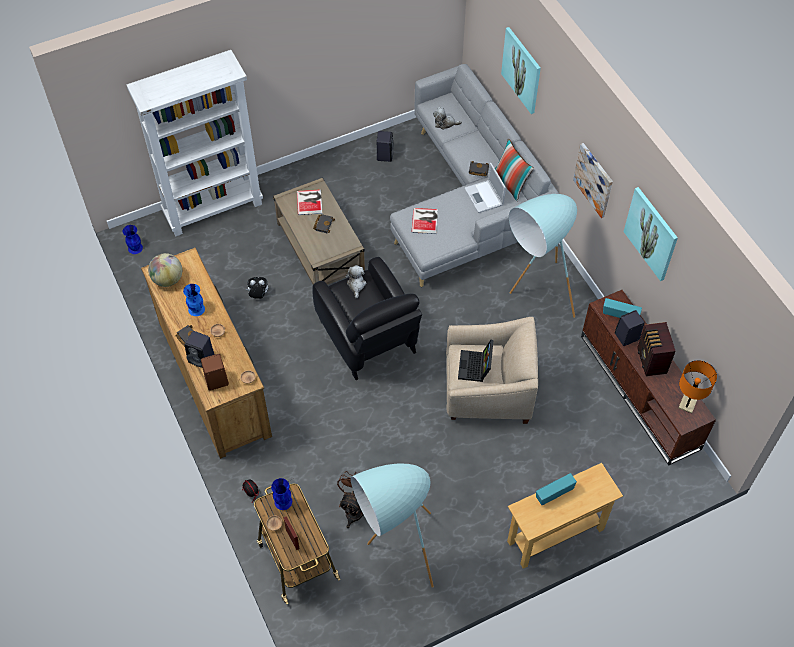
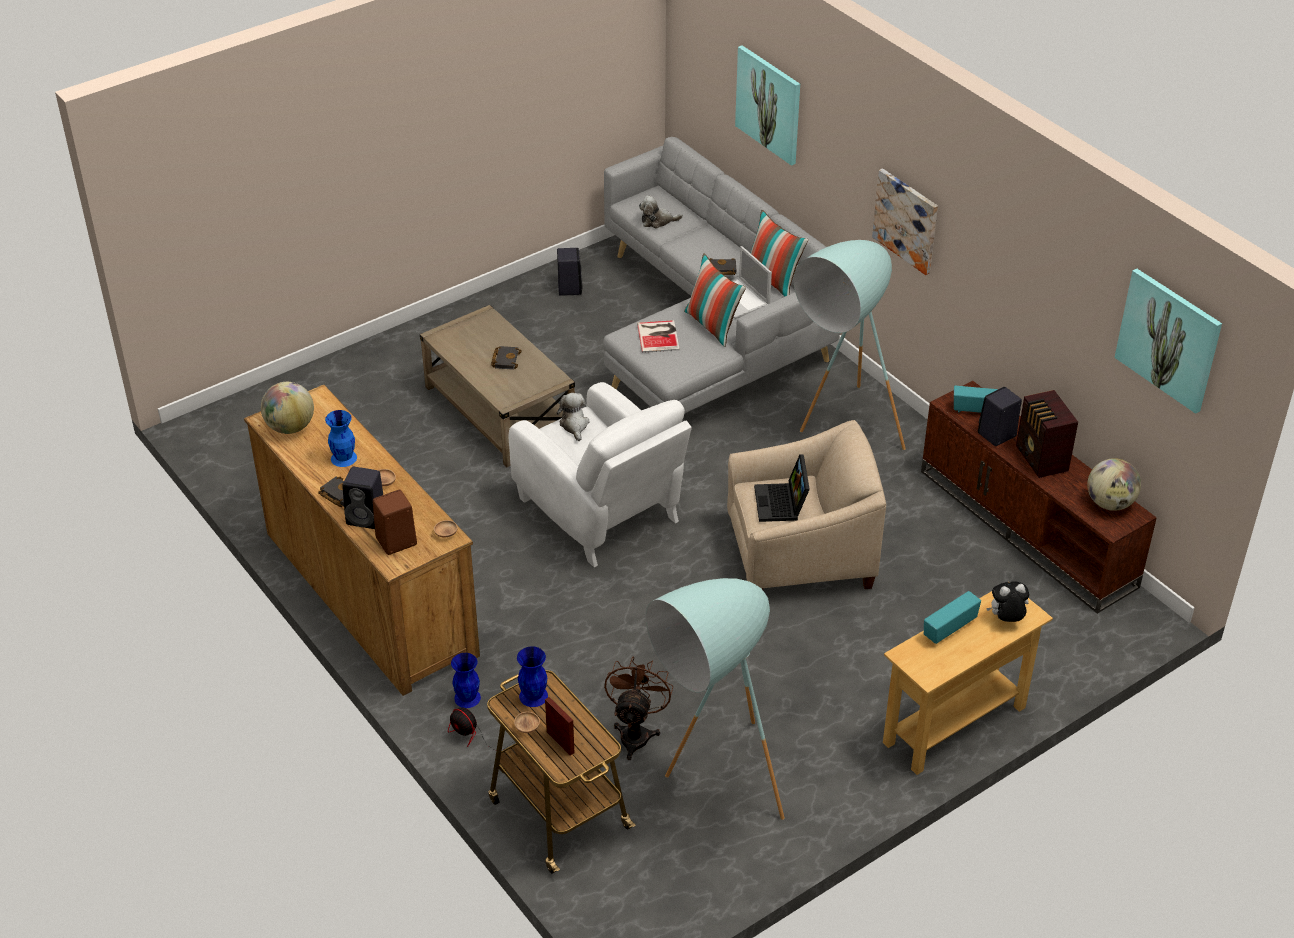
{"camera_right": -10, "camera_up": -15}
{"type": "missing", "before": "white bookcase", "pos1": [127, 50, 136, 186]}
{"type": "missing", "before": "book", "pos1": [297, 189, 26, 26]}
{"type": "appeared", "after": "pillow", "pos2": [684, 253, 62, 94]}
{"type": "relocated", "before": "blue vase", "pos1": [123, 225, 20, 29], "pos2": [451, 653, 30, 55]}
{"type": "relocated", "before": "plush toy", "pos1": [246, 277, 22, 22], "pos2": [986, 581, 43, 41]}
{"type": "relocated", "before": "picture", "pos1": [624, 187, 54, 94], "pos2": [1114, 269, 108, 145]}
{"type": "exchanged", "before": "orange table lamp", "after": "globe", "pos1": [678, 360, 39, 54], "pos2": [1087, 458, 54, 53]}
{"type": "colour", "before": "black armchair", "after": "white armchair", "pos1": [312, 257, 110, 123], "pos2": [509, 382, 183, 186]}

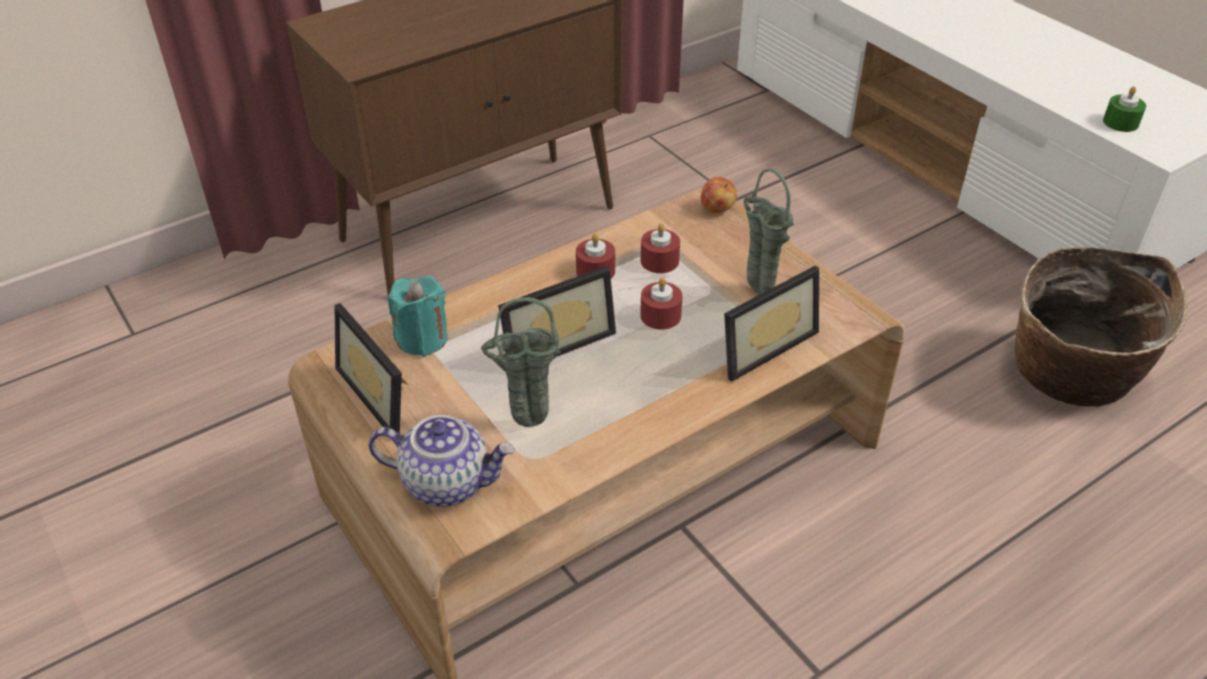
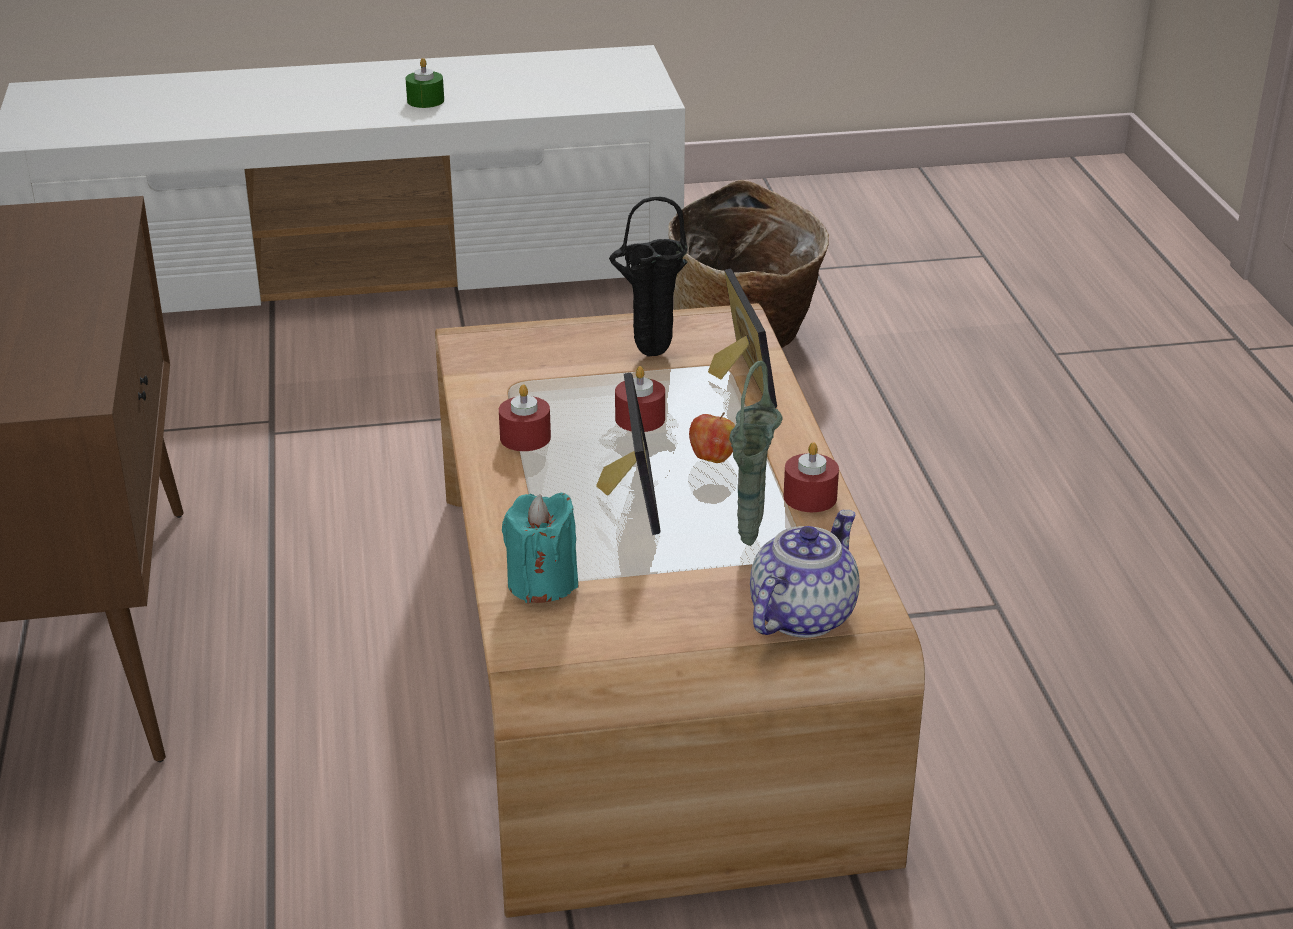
{"camera_right": -65, "camera_up": -10}
{"type": "missing", "before": "picture frame", "pos1": [335, 303, 73, 130]}
{"type": "relocated", "before": "red candle", "pos1": [641, 223, 39, 50], "pos2": [783, 442, 56, 70]}
{"type": "relocated", "before": "apple", "pos1": [701, 177, 36, 36], "pos2": [689, 412, 47, 51]}
{"type": "relocated", "before": "green candle", "pos1": [1103, 86, 43, 46], "pos2": [406, 58, 38, 50]}
{"type": "colour", "before": "green vase", "after": "black vase", "pos1": [744, 168, 50, 127], "pos2": [609, 197, 79, 160]}

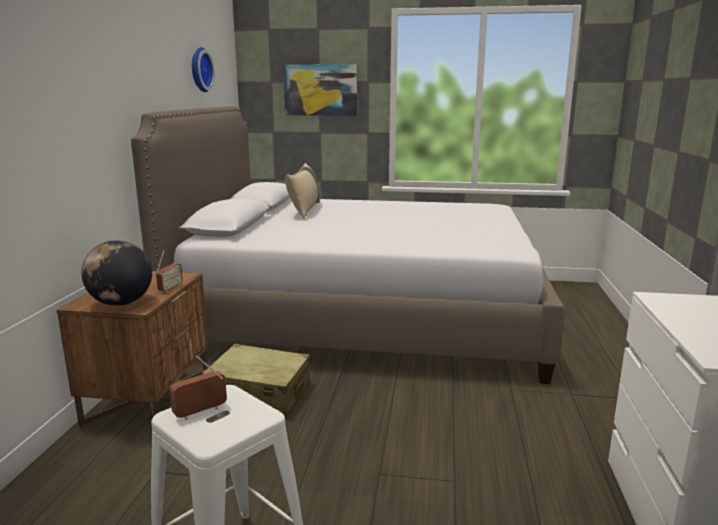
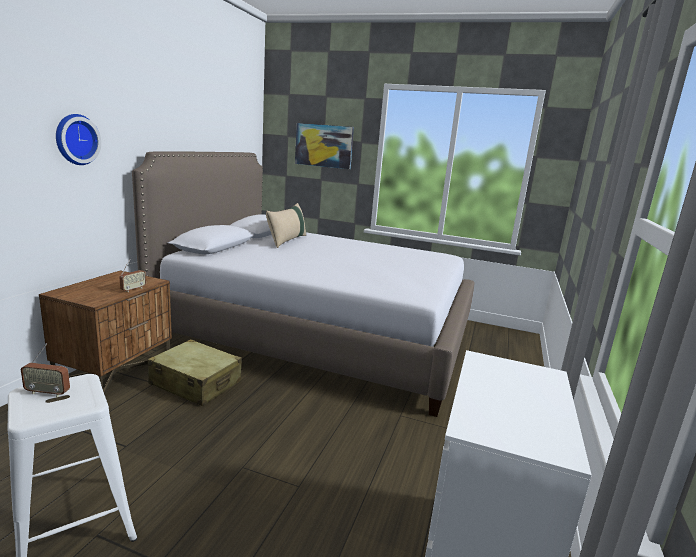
{"camera_right": 10, "camera_up": 0}
{"type": "missing", "before": "globe", "pos1": [81, 240, 71, 66]}
{"type": "relocated", "before": "wall clock", "pos1": [192, 47, 23, 45], "pos2": [56, 114, 45, 51]}
{"type": "spun", "before": "radio", "pos1": [169, 356, 58, 64], "pos2": [21, 343, 49, 54], "turn": -150}

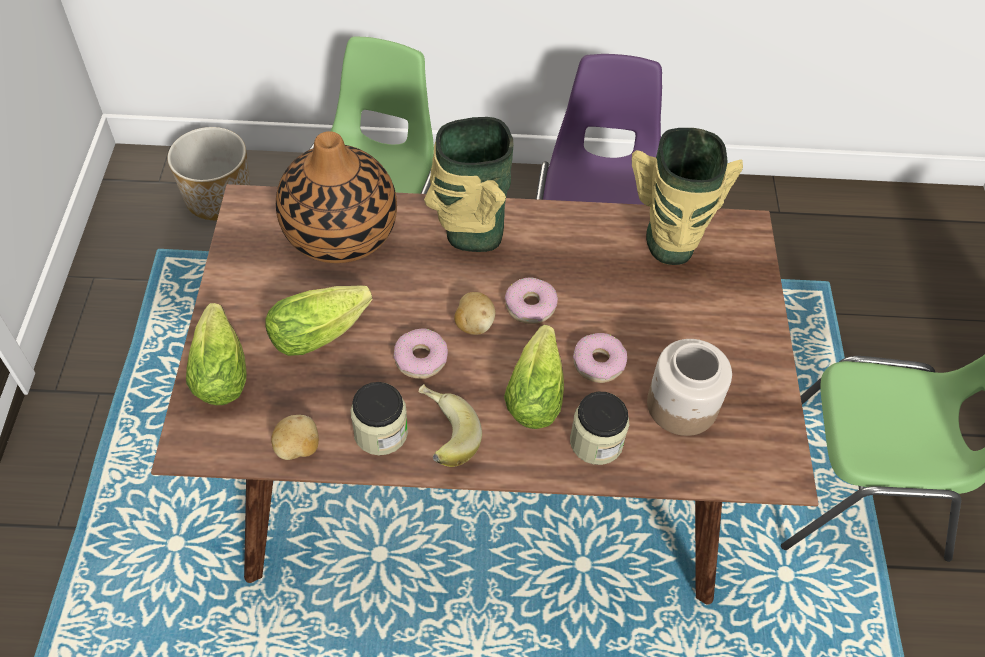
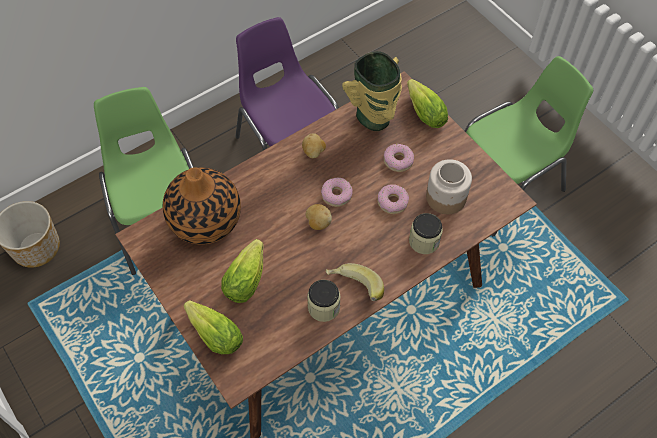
{"camera_right": -35, "camera_up": 5}
{"type": "missing", "before": "vase", "pos1": [424, 117, 89, 135]}
{"type": "relocated", "before": "potato", "pos1": [271, 415, 48, 45], "pos2": [302, 133, 24, 25]}
{"type": "relocated", "before": "donut", "pos1": [394, 328, 54, 51], "pos2": [384, 144, 30, 28]}
{"type": "relocated", "before": "lettuce", "pos1": [504, 325, 60, 104], "pos2": [407, 79, 41, 49]}

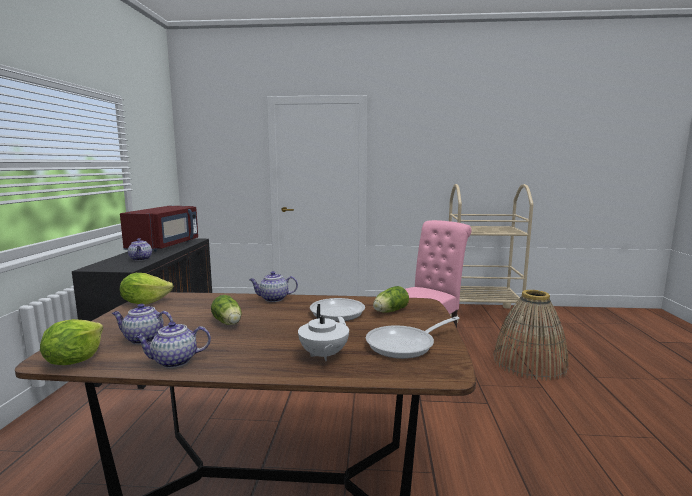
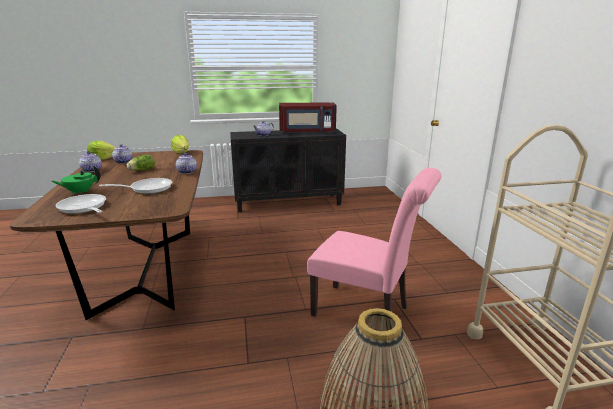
{"camera_right": 75, "camera_up": 10}
{"type": "missing", "before": "lettuce", "pos1": [373, 286, 36, 27]}
{"type": "colour", "before": "white teapot", "after": "green teapot", "pos1": [298, 304, 51, 57], "pos2": [51, 166, 49, 28]}

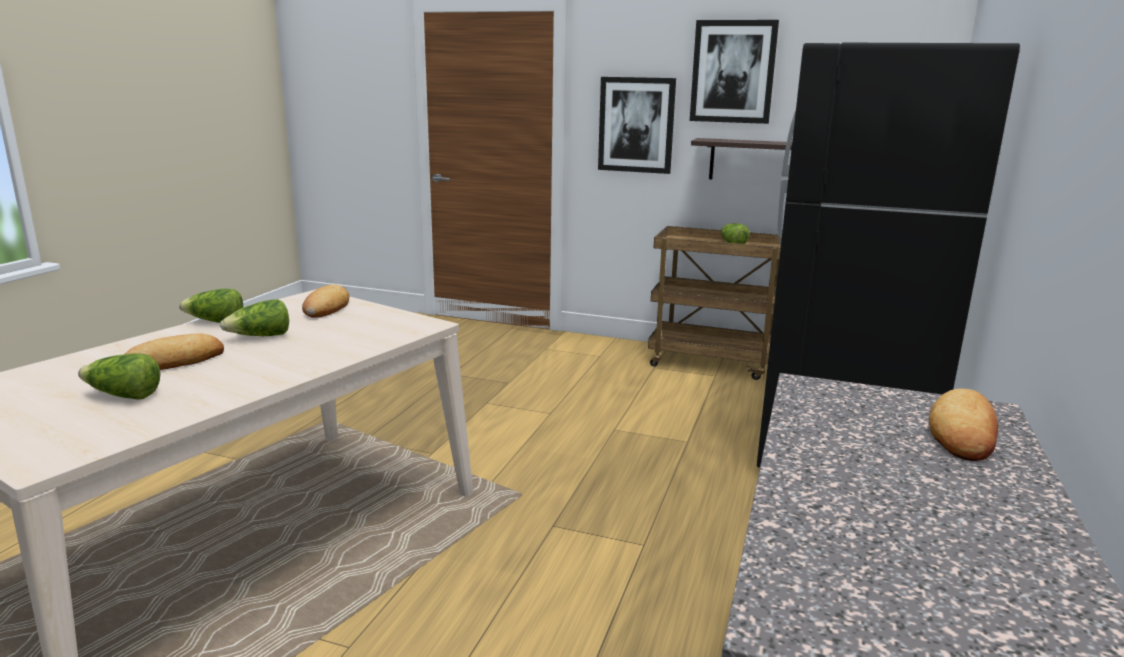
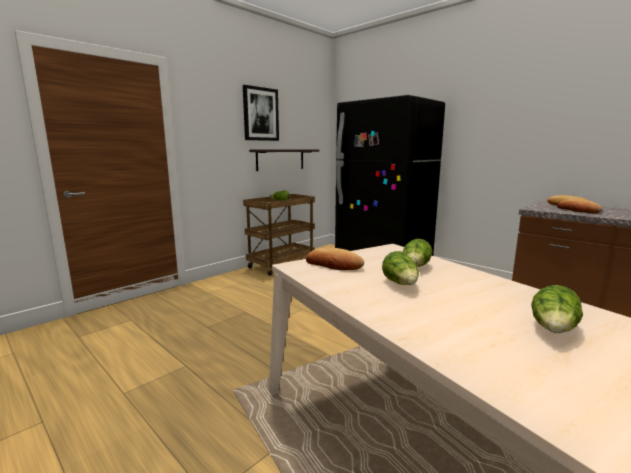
{"camera_right": -65, "camera_up": -5}
{"type": "missing", "before": "picture", "pos1": [598, 77, 78, 97]}
{"type": "relocated", "before": "bread", "pos1": [125, 333, 99, 37], "pos2": [557, 199, 45, 14]}
{"type": "relocated", "before": "lettuce", "pos1": [179, 289, 64, 34], "pos2": [403, 239, 29, 28]}

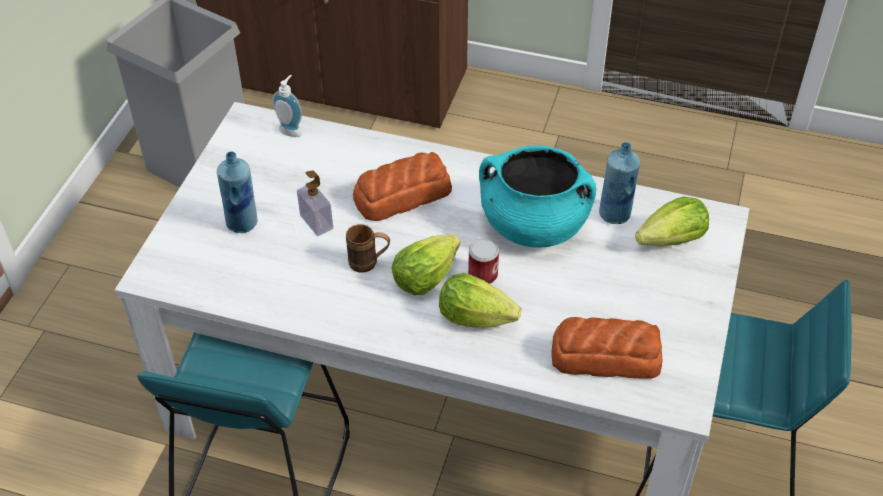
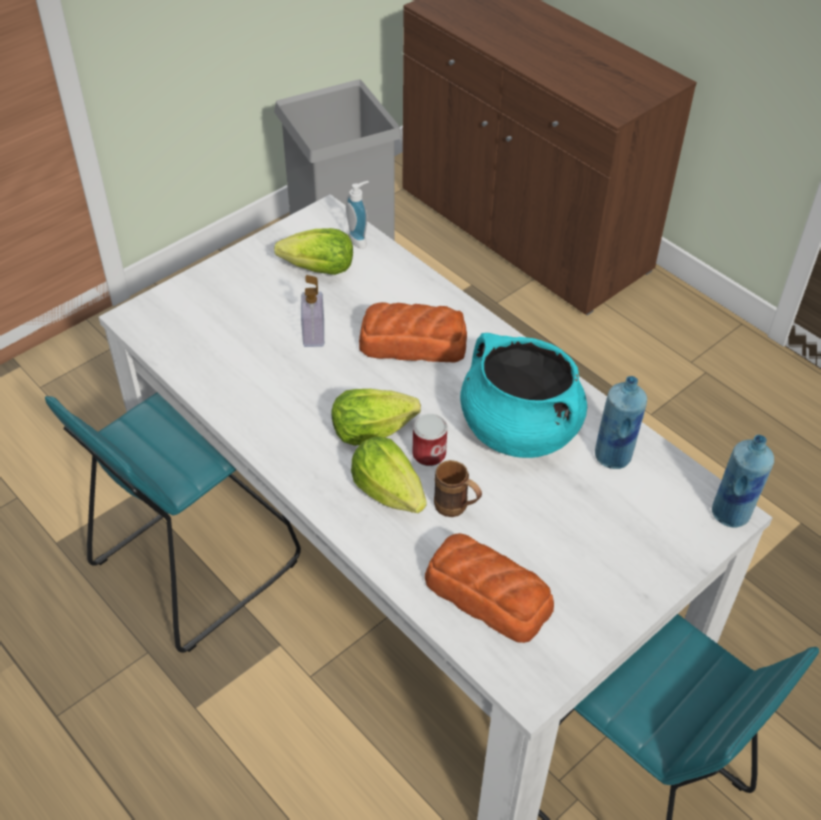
{"camera_right": 30, "camera_up": 0}
{"type": "relocated", "before": "blue bottle", "pos1": [217, 152, 40, 81], "pos2": [712, 435, 62, 93]}
{"type": "relocated", "before": "brown mug", "pos1": [346, 224, 44, 49], "pos2": [434, 460, 48, 57]}
{"type": "relocated", "before": "lettuce", "pos1": [635, 197, 74, 50], "pos2": [274, 228, 79, 47]}

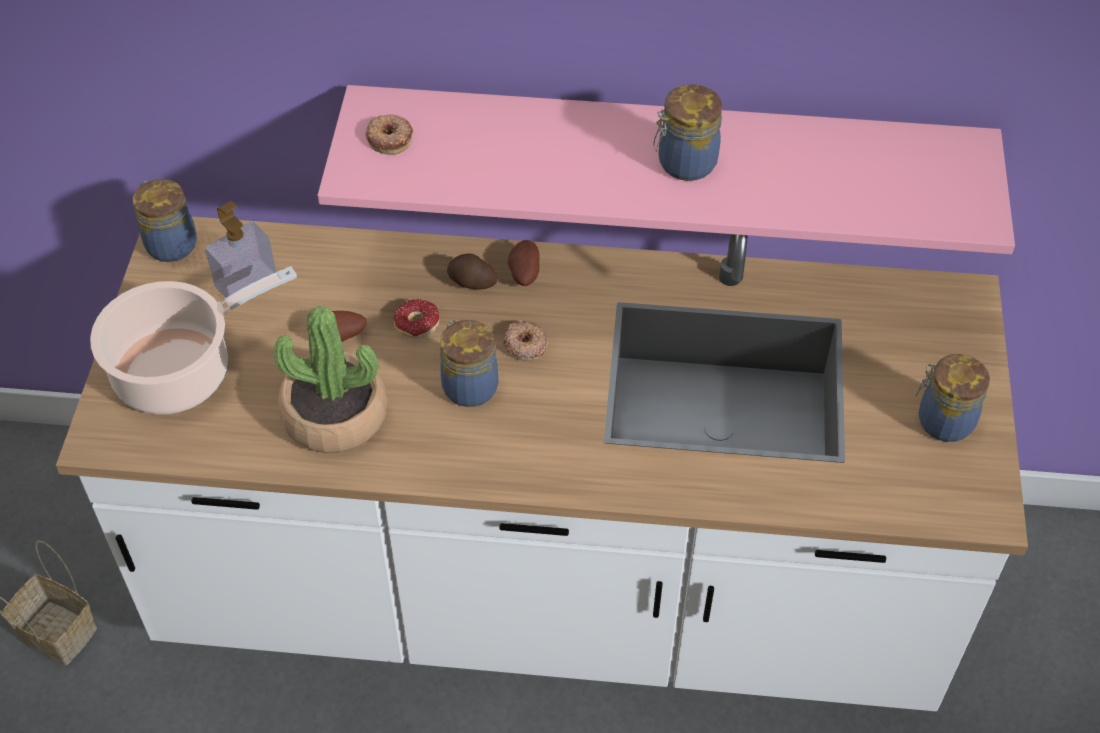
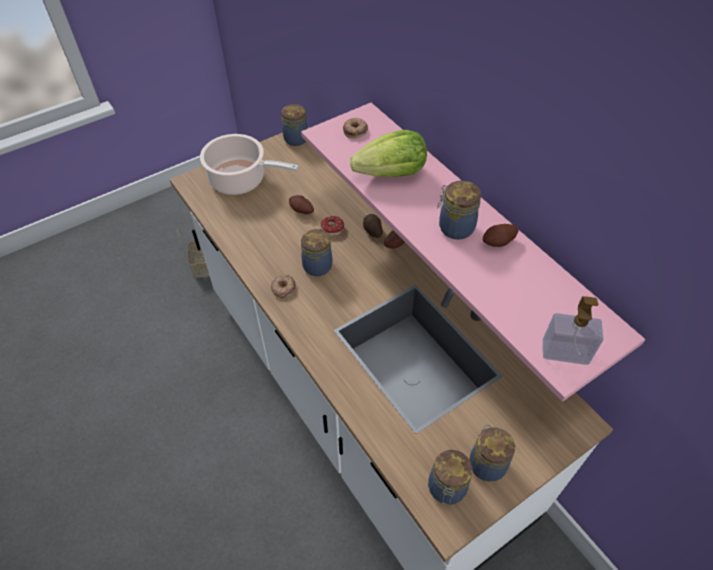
{"camera_right": 50, "camera_up": 0}
{"type": "missing", "before": "potted plant", "pos1": [274, 306, 113, 147]}
{"type": "appeared", "after": "lettuce", "pos2": [350, 130, 77, 47]}
{"type": "appeared", "after": "jar", "pos2": [428, 450, 44, 55]}
{"type": "appeared", "after": "potato", "pos2": [483, 224, 36, 23]}
{"type": "relocated", "before": "soap dispenser", "pos1": [205, 201, 71, 97], "pos2": [543, 296, 60, 69]}
{"type": "relocated", "before": "donut", "pos1": [503, 320, 45, 41], "pos2": [271, 274, 25, 24]}

